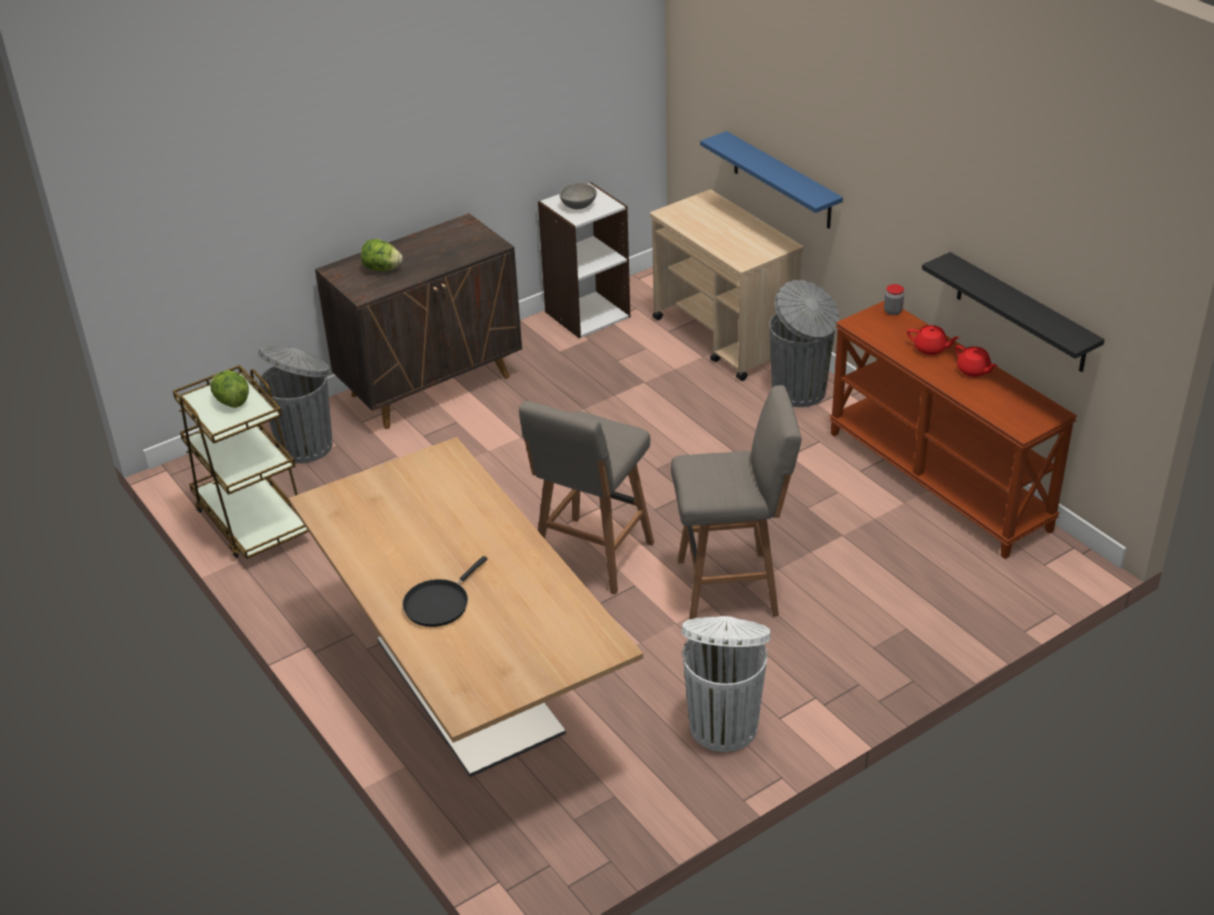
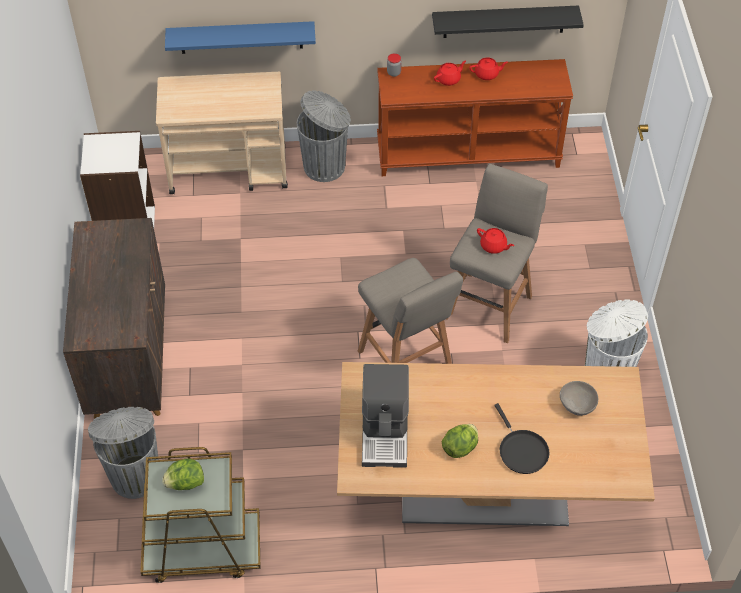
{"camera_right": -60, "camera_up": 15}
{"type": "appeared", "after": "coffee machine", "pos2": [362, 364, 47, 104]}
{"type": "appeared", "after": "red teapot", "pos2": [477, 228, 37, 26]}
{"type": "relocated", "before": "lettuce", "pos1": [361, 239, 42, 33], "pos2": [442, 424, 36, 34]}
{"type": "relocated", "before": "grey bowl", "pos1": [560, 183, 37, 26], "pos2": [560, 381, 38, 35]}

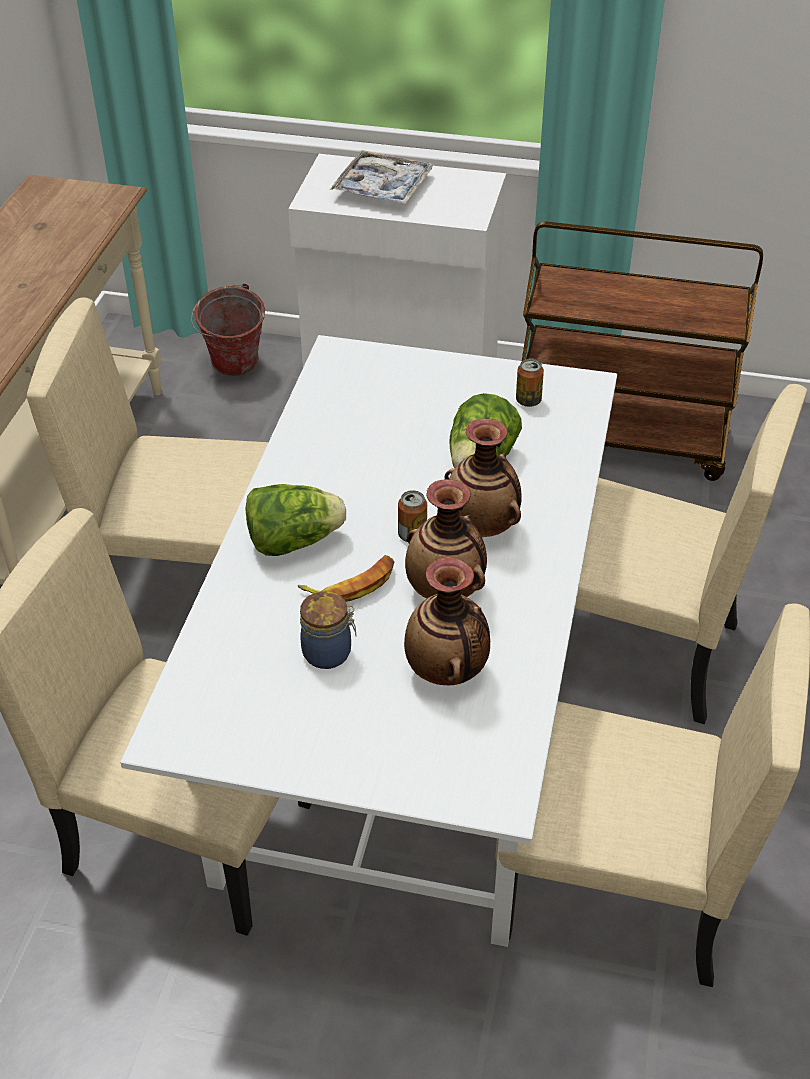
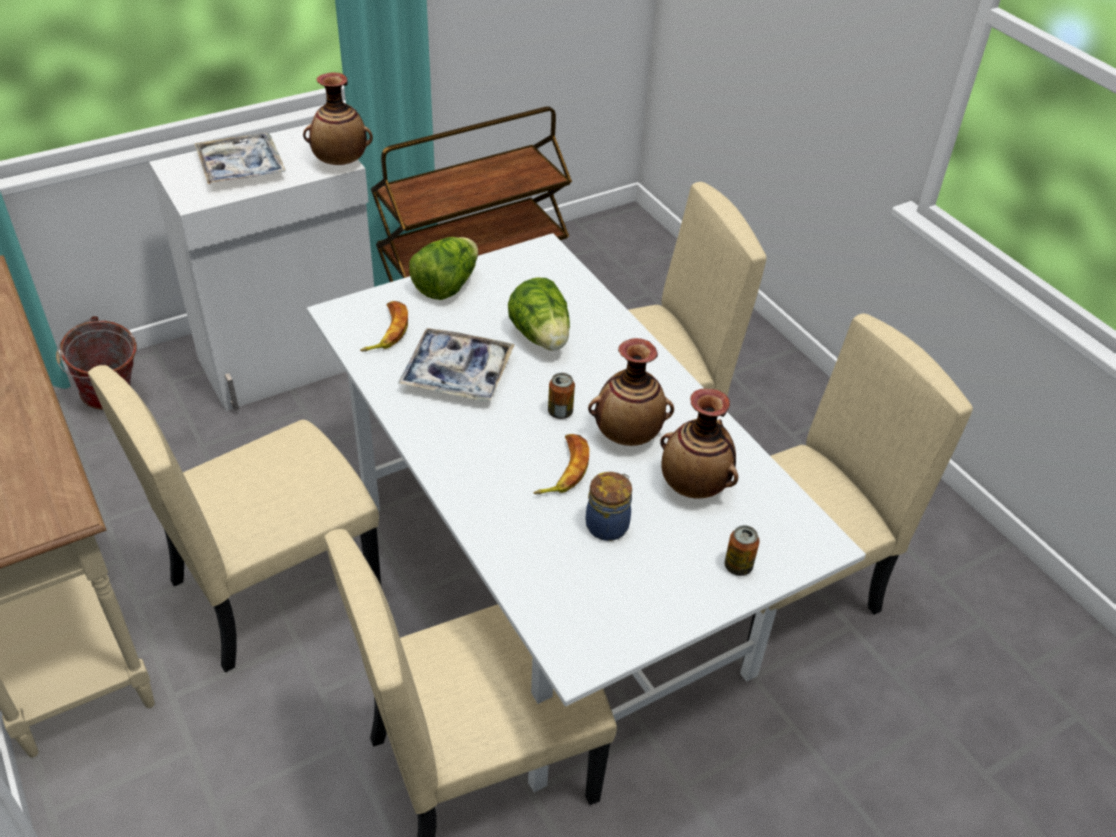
{"camera_right": -45, "camera_up": 0}
{"type": "appeared", "after": "banana", "pos2": [360, 301, 48, 50]}
{"type": "appeared", "after": "tray", "pos2": [398, 328, 117, 73]}
{"type": "relocated", "before": "lettuce", "pos1": [245, 484, 101, 72], "pos2": [409, 237, 69, 63]}
{"type": "relocated", "before": "vase", "pos1": [445, 418, 77, 119], "pos2": [303, 72, 70, 93]}
{"type": "relocated", "before": "can", "pos1": [516, 358, 28, 49], "pos2": [725, 525, 35, 51]}

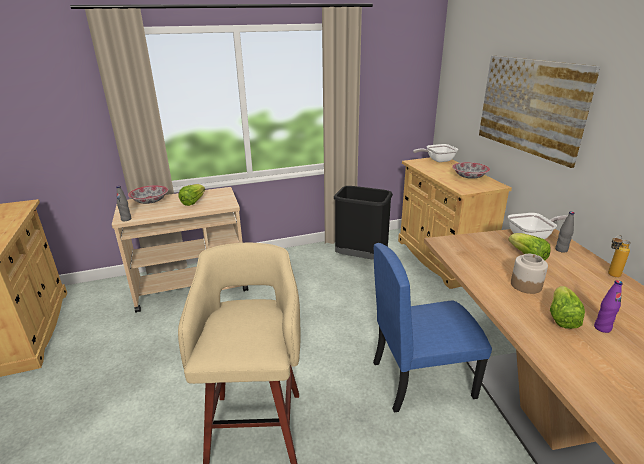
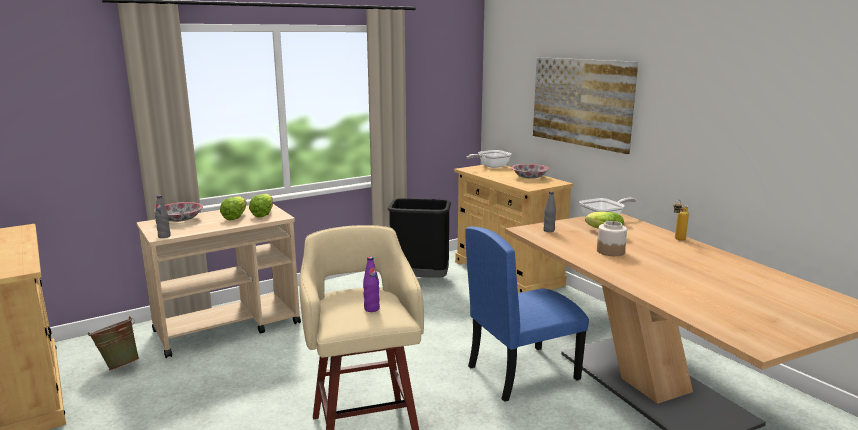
{"camera_right": -15, "camera_up": -10}
{"type": "appeared", "after": "green bucket", "pos2": [88, 316, 51, 54]}
{"type": "relocated", "before": "lettuce", "pos1": [550, 286, 35, 43], "pos2": [249, 194, 24, 23]}
{"type": "relocated", "before": "grey bottle", "pos1": [555, 212, 20, 41], "pos2": [543, 192, 13, 40]}
{"type": "relocated", "before": "purple bottle", "pos1": [594, 280, 29, 53], "pos2": [363, 257, 17, 55]}

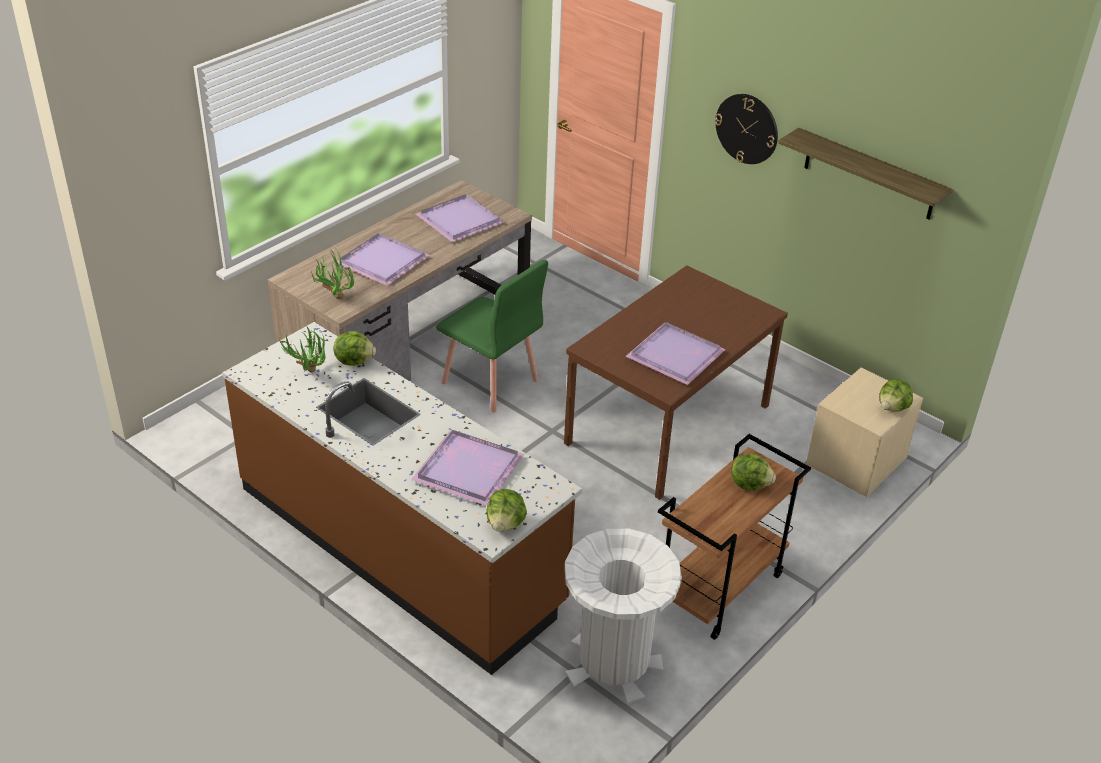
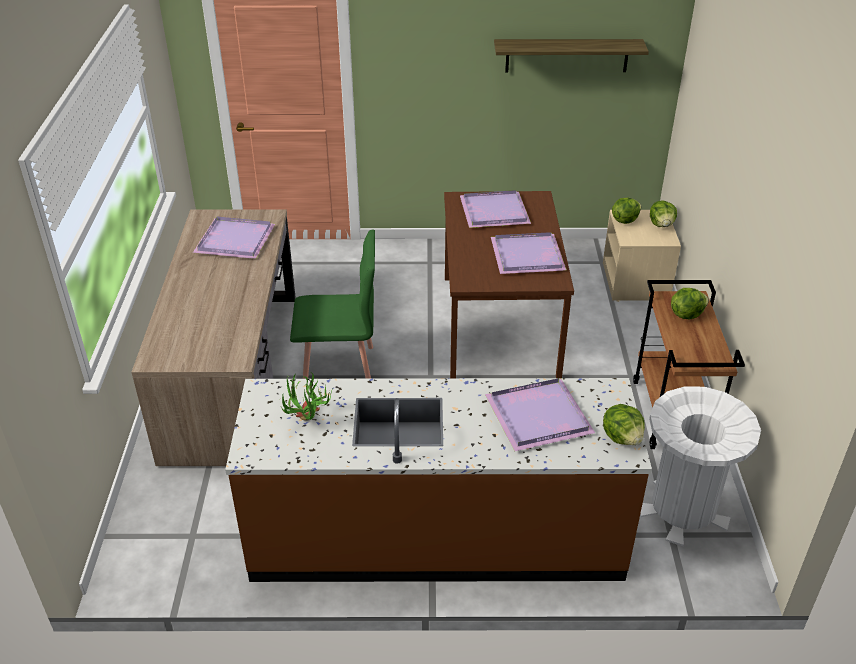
{"camera_right": -40, "camera_up": 0}
{"type": "missing", "before": "potted plant", "pos1": [310, 248, 45, 51]}
{"type": "missing", "before": "wall clock", "pos1": [715, 94, 63, 70]}
{"type": "relocated", "before": "lettuce", "pos1": [334, 331, 42, 35], "pos2": [612, 198, 29, 26]}
{"type": "relocated", "before": "purple tray", "pos1": [337, 233, 93, 53], "pos2": [460, 190, 71, 38]}

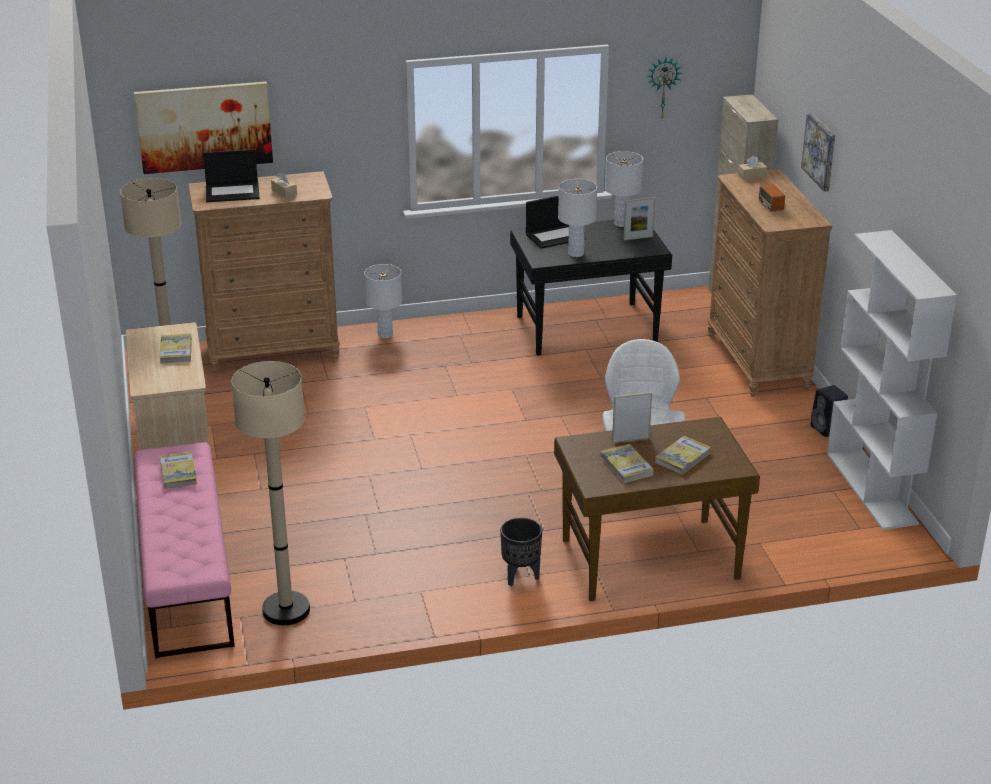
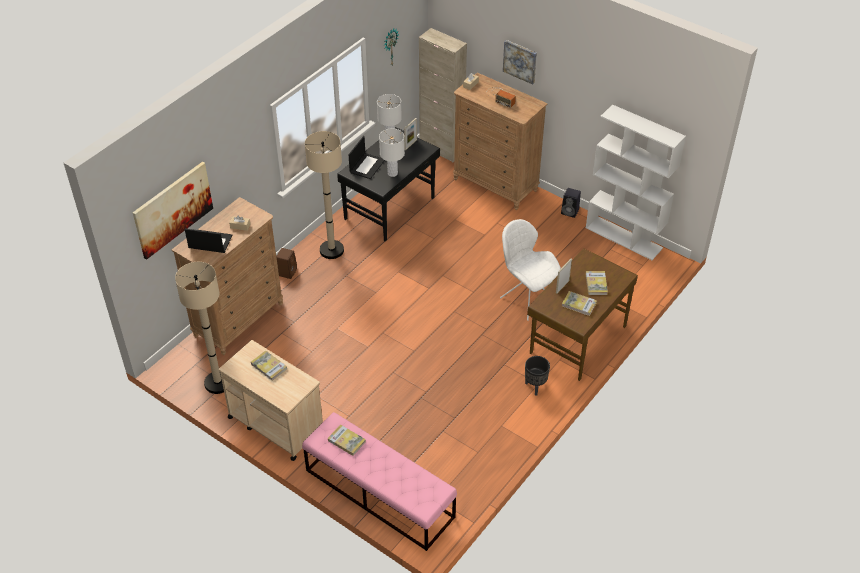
{"camera_right": -40, "camera_up": 15}
{"type": "relocated", "before": "beige floor lamp", "pos1": [231, 361, 79, 264], "pos2": [305, 131, 39, 128]}
{"type": "exchanged", "before": "white table lamp", "after": "brown speaker", "pos1": [364, 264, 38, 74], "pos2": [276, 248, 21, 31]}
{"type": "spun", "before": "laptop", "pos1": [203, 149, 57, 53], "pos2": [185, 228, 47, 25], "turn": -120}

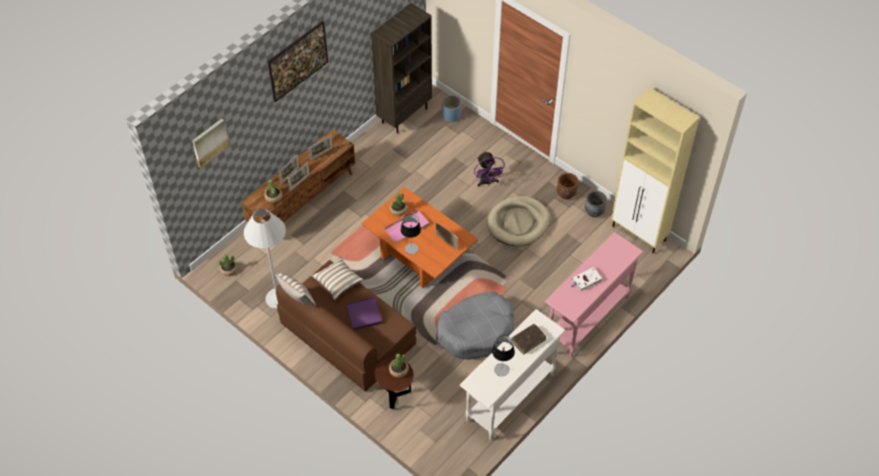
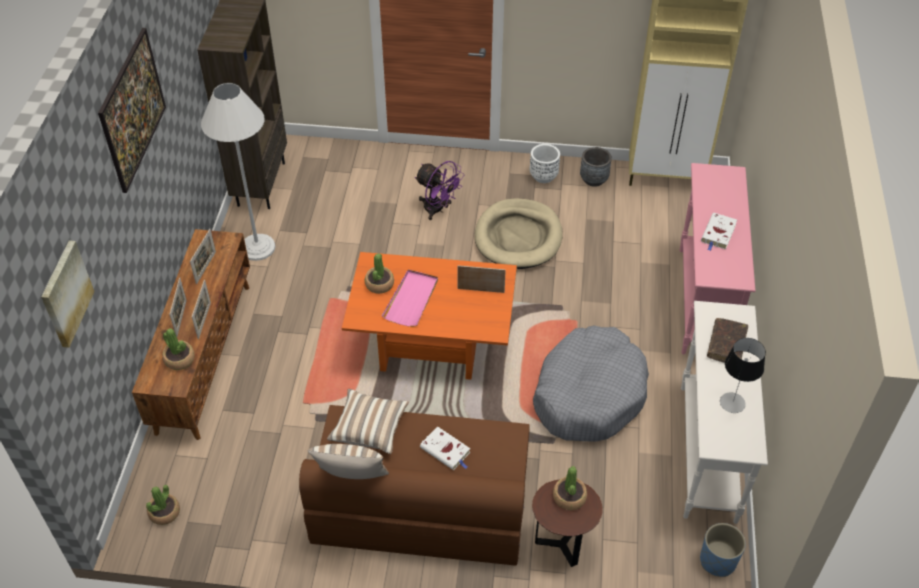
{"camera_right": -35, "camera_up": -5}
{"type": "missing", "before": "table lamp", "pos1": [401, 215, 20, 39]}
{"type": "relocated", "before": "white floor lamp", "pos1": [244, 209, 42, 100], "pos2": [201, 83, 75, 178]}
{"type": "relocated", "before": "blue planter", "pos1": [442, 95, 19, 27], "pos2": [700, 523, 46, 54]}
{"type": "exchanged", "before": "purple tray", "after": "white book", "pos1": [346, 297, 36, 33], "pos2": [420, 427, 50, 43]}
{"type": "colour", "before": "brown planter", "after": "white planter", "pos1": [557, 173, 21, 26], "pos2": [530, 144, 30, 39]}

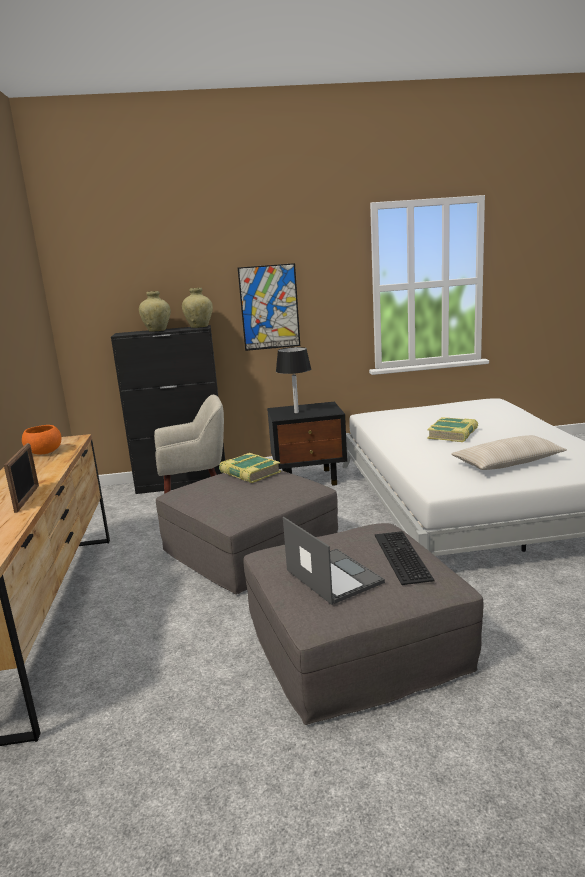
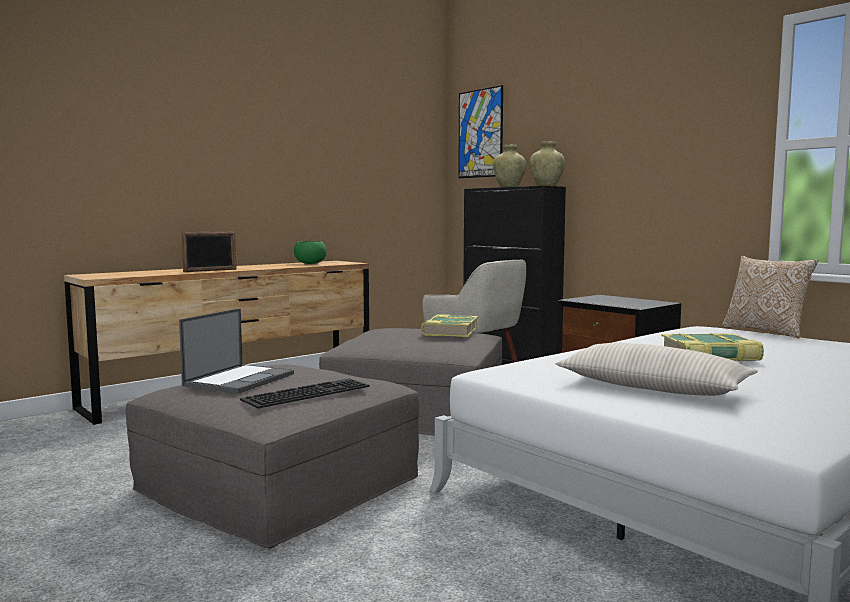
{"camera_right": 55, "camera_up": -10}
{"type": "missing", "before": "black table lamp", "pos1": [276, 347, 35, 66]}
{"type": "appeared", "after": "pillow", "pos2": [722, 256, 97, 82]}
{"type": "relocated", "before": "picture", "pos1": [238, 263, 62, 88], "pos2": [458, 85, 45, 93]}
{"type": "colour", "before": "orange bowl", "after": "green bowl", "pos1": [22, 425, 39, 30], "pos2": [294, 241, 33, 23]}

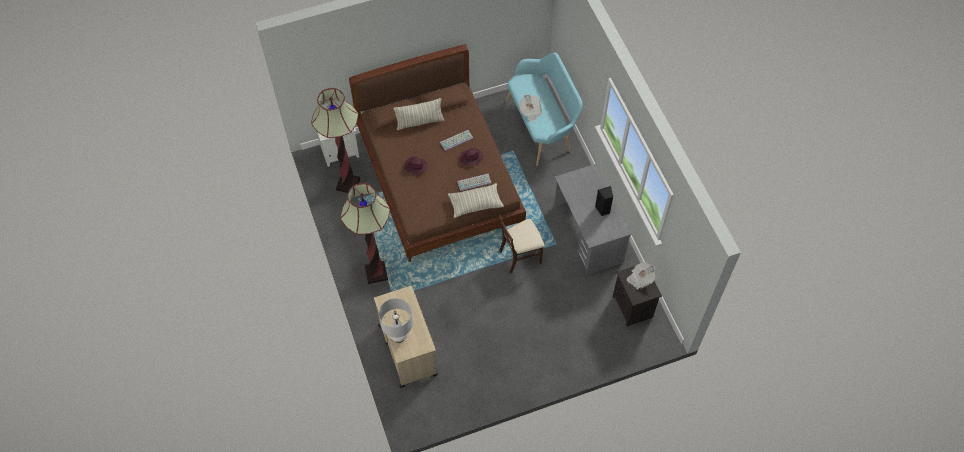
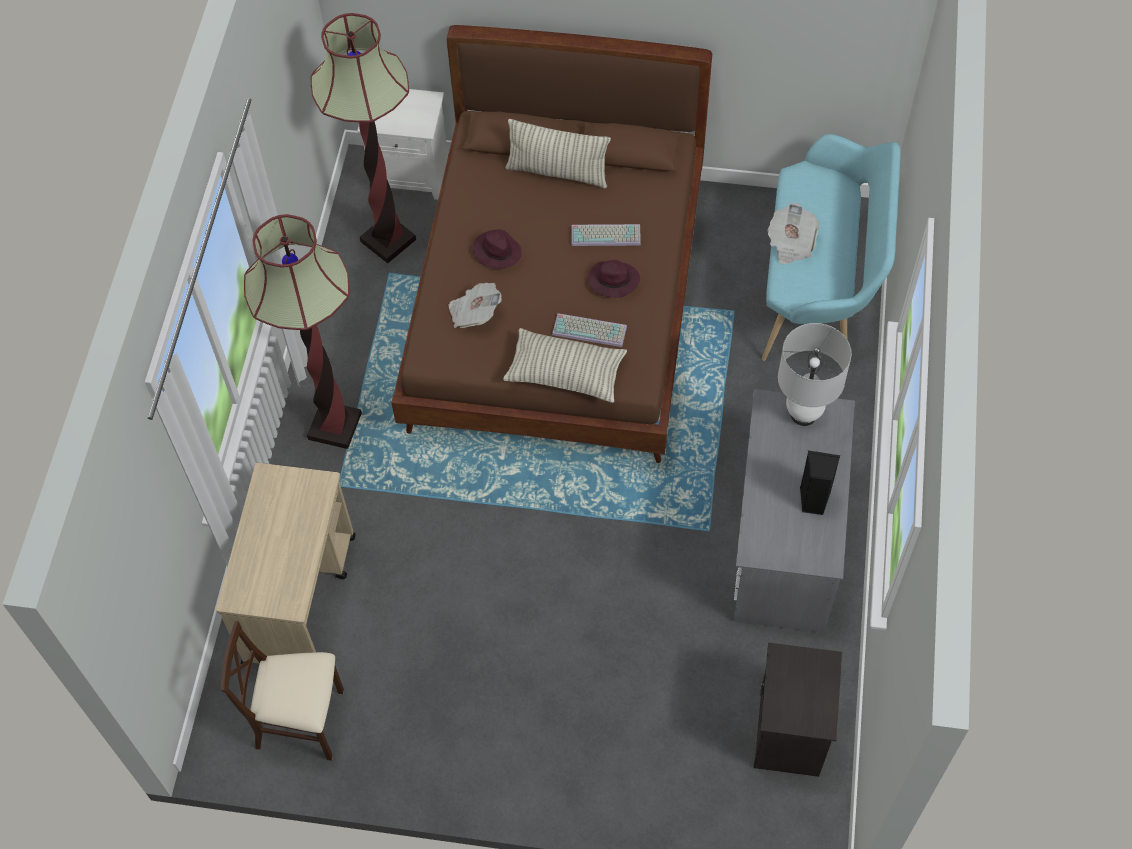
{"camera_right": 30, "camera_up": 0}
{"type": "relocated", "before": "white table lamp", "pos1": [379, 298, 34, 45], "pos2": [778, 323, 74, 103]}
{"type": "relocated", "before": "beige chair", "pos1": [499, 215, 46, 59], "pos2": [221, 621, 123, 140]}
{"type": "relocated", "before": "newspaper", "pos1": [627, 262, 29, 28], "pos2": [448, 283, 54, 45]}

